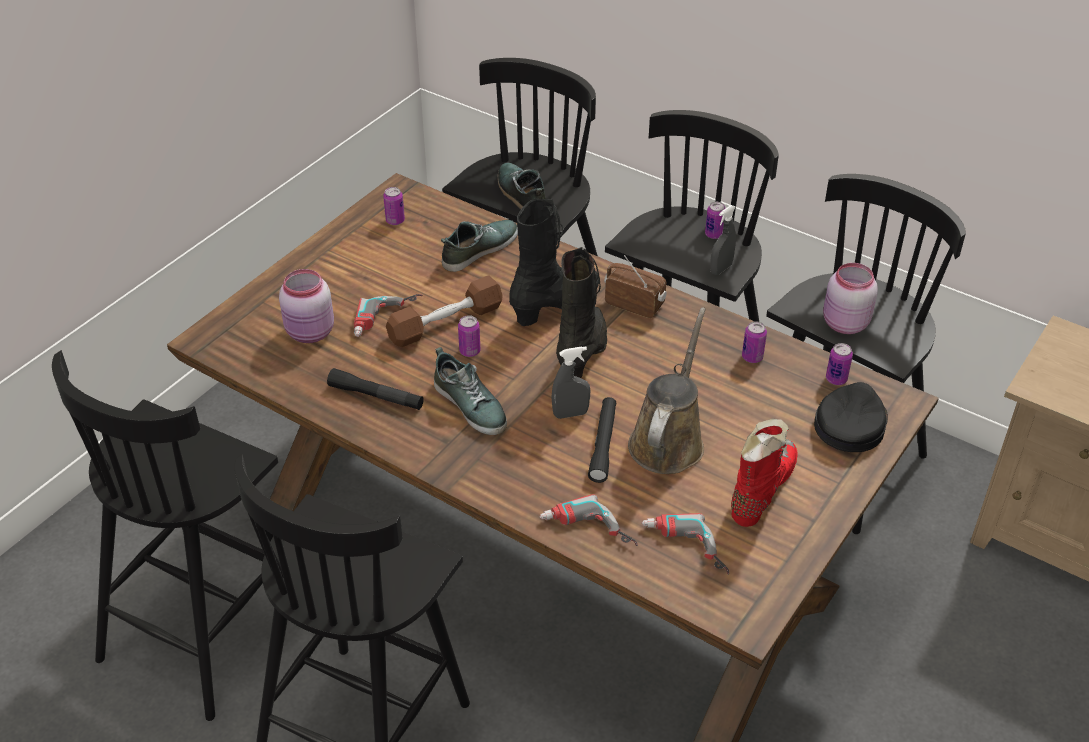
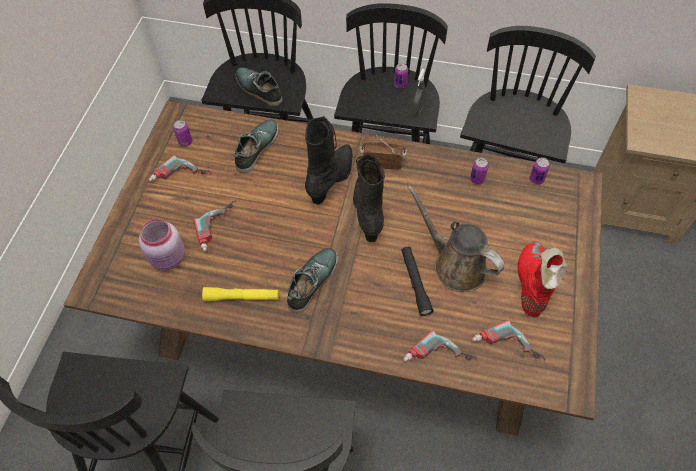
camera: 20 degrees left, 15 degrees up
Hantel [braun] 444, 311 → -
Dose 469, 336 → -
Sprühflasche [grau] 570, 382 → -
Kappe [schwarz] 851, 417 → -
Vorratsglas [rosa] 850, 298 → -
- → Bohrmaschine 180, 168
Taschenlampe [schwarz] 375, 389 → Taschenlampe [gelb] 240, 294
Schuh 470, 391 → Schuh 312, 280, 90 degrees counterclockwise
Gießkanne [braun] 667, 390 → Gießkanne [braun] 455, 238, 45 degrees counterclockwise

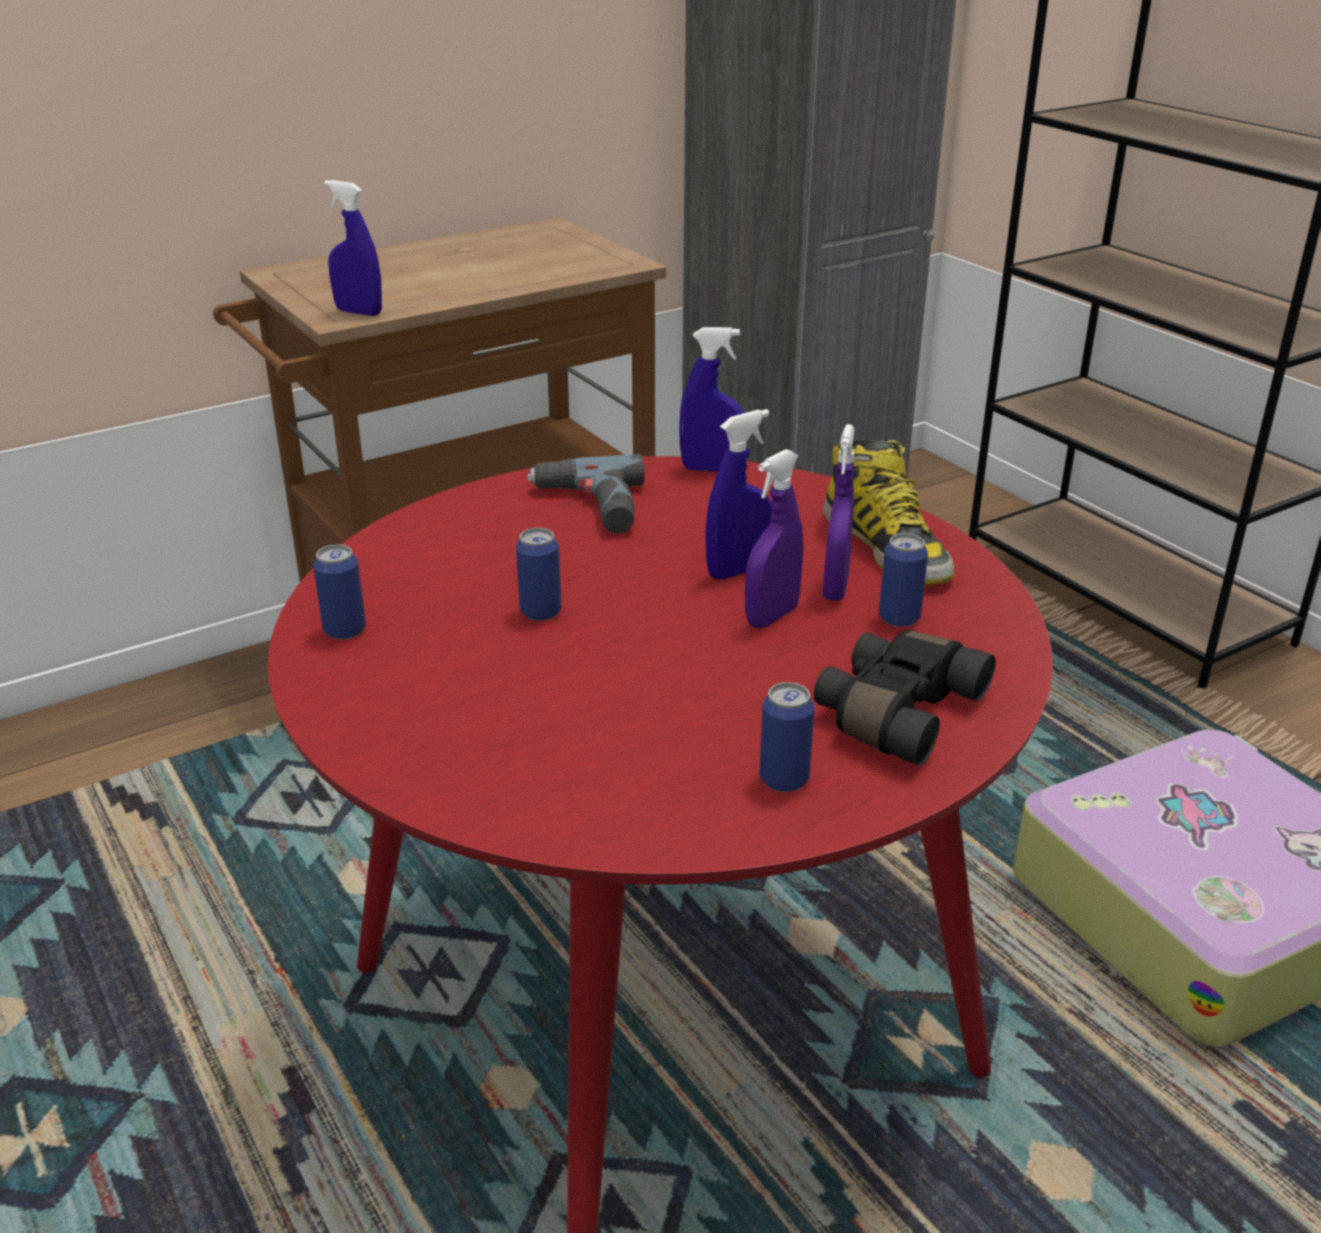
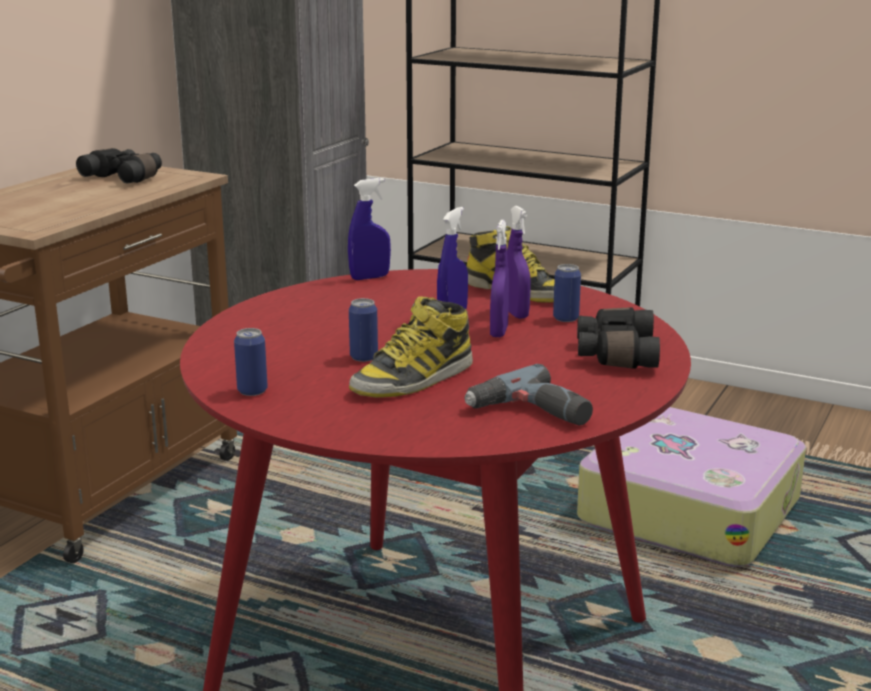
camera: 30 degrees left, 10 degrees down
Sprühflasche [blau] 353, 248 → -
Dose 787, 737 → -
- → Fernglas [schwarz] 119, 166
- → Stiefel 411, 347
Bohrmaschine 585, 493 → Bohrmaschine 528, 395, moved

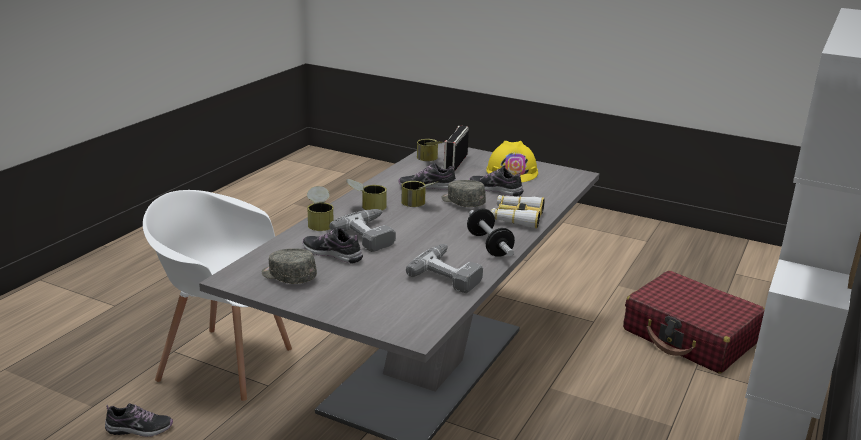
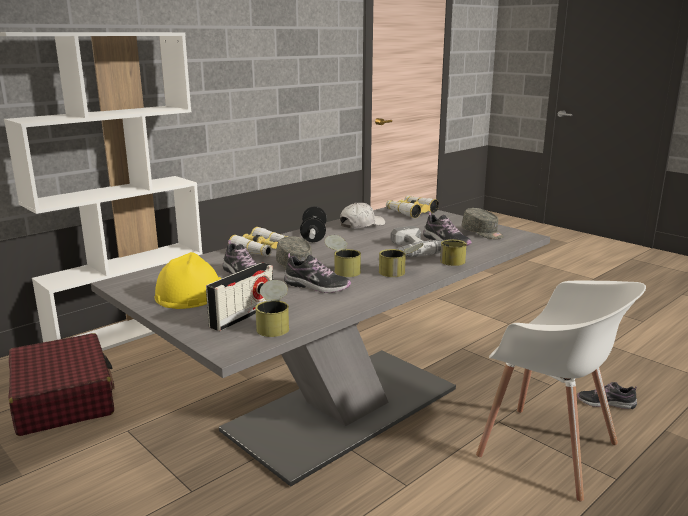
camera: 160 degrees left, 5 degrees down
- → Fernglas 412, 207
Bohrmaschine 444, 268 → Kappe [weiß] 362, 216

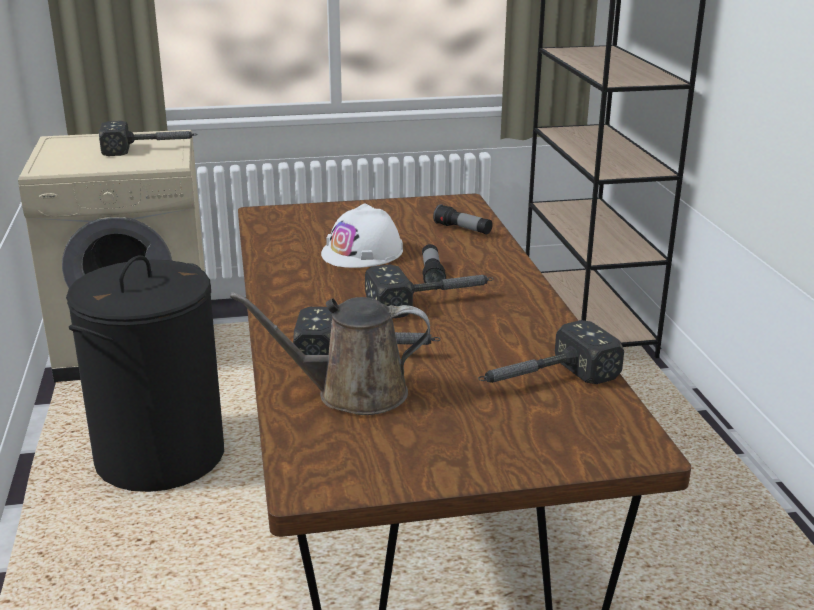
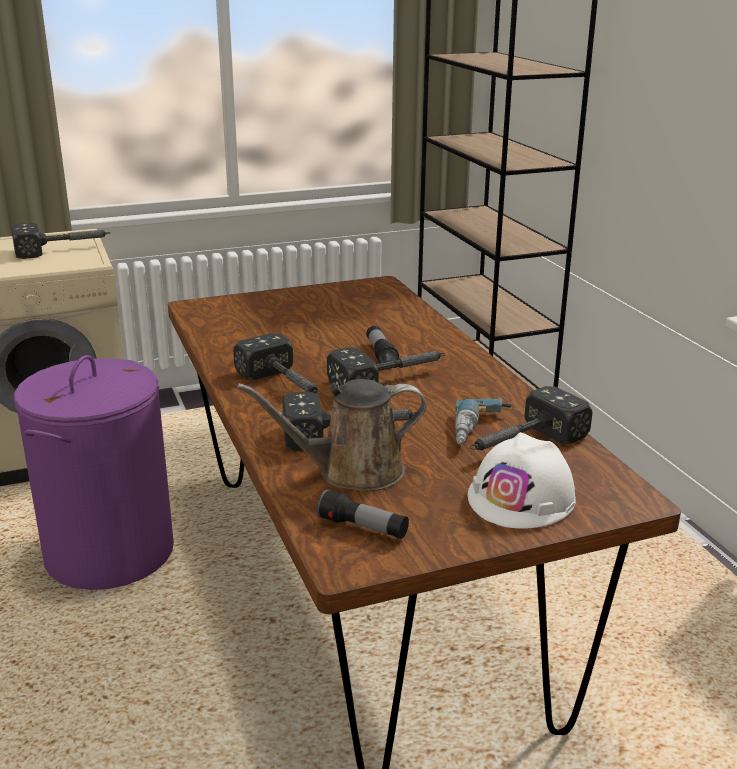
camera: 10 degrees left, 0 degrees up
- → Hammer 276, 363
- → Bohrmaschine 483, 422
Schutzhelm [weiß] 362, 235 → Schutzhelm [weiß] 522, 480, moved
Taschenlampe 463, 219 → Taschenlampe 363, 514, moved
Wäschekorb [schwarz] 145, 373 → Wäschekorb [lila] 94, 472

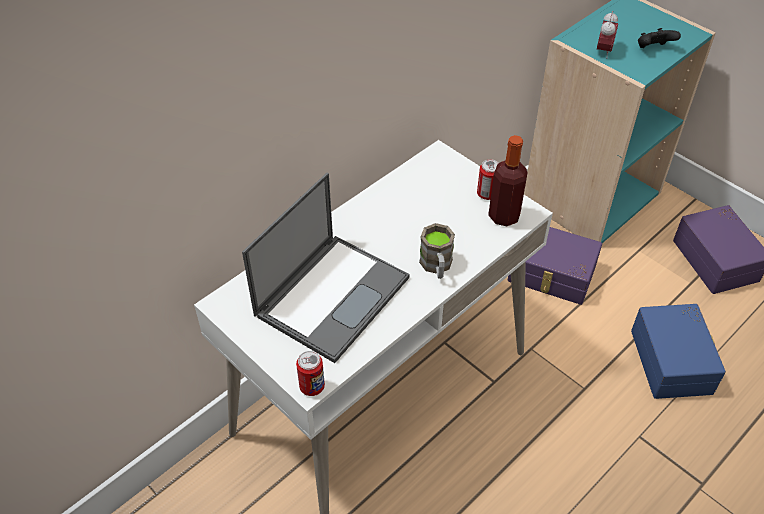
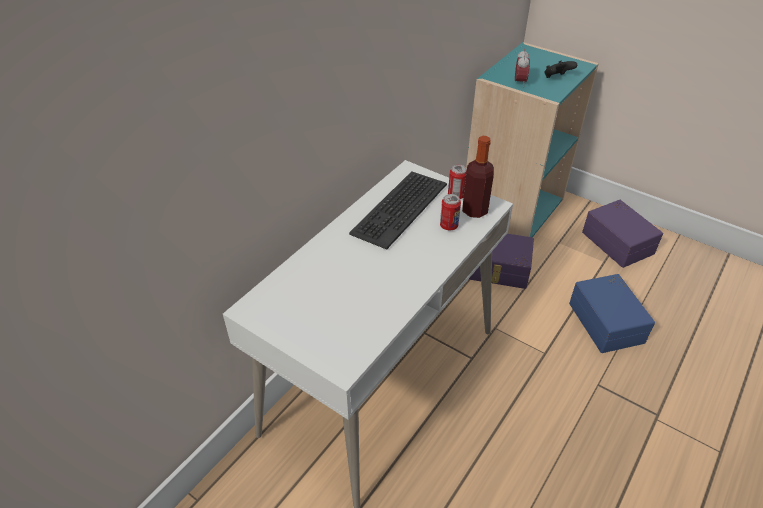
camera: 10 degrees left, 5 degrees down
Laptop 325, 267 → -
Henkelbecher [braun] 437, 251 → -
- → Tastatur 398, 210
Dose 310, 373 → Dose 450, 212, moved

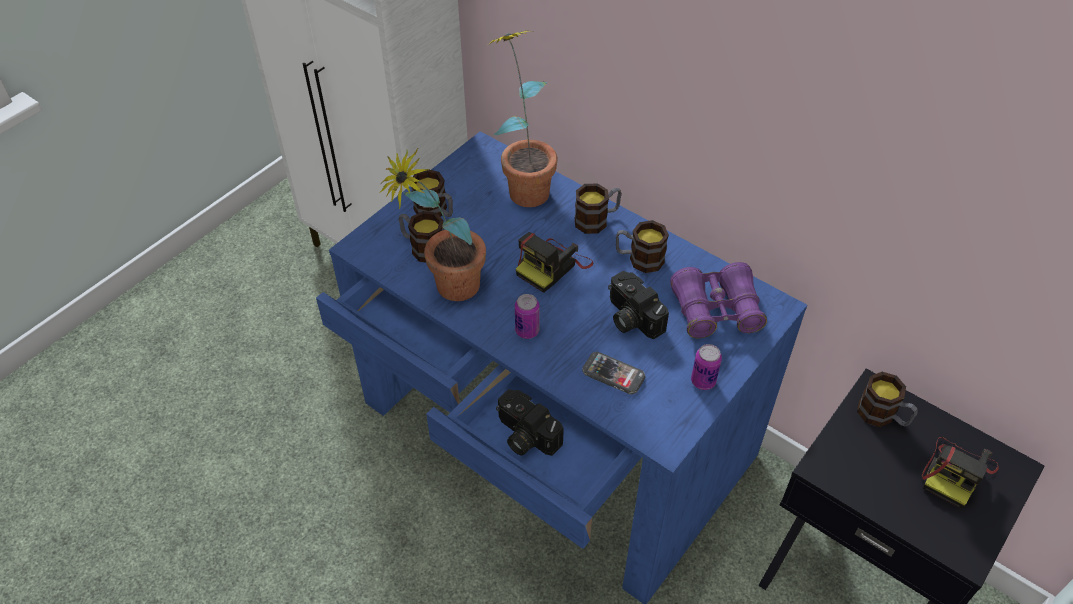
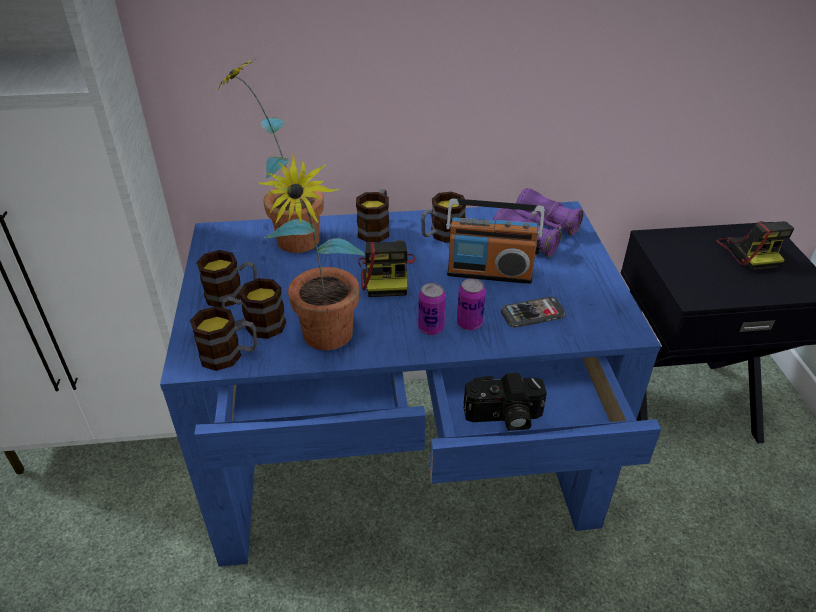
camera: 45 degrees left, 10 degrees down
Dose 706, 367 → Dose 471, 304, moved
Henkelbecher 887, 399 → Henkelbecher 223, 338, moved
Kamera 638, 305 → Radio 495, 241

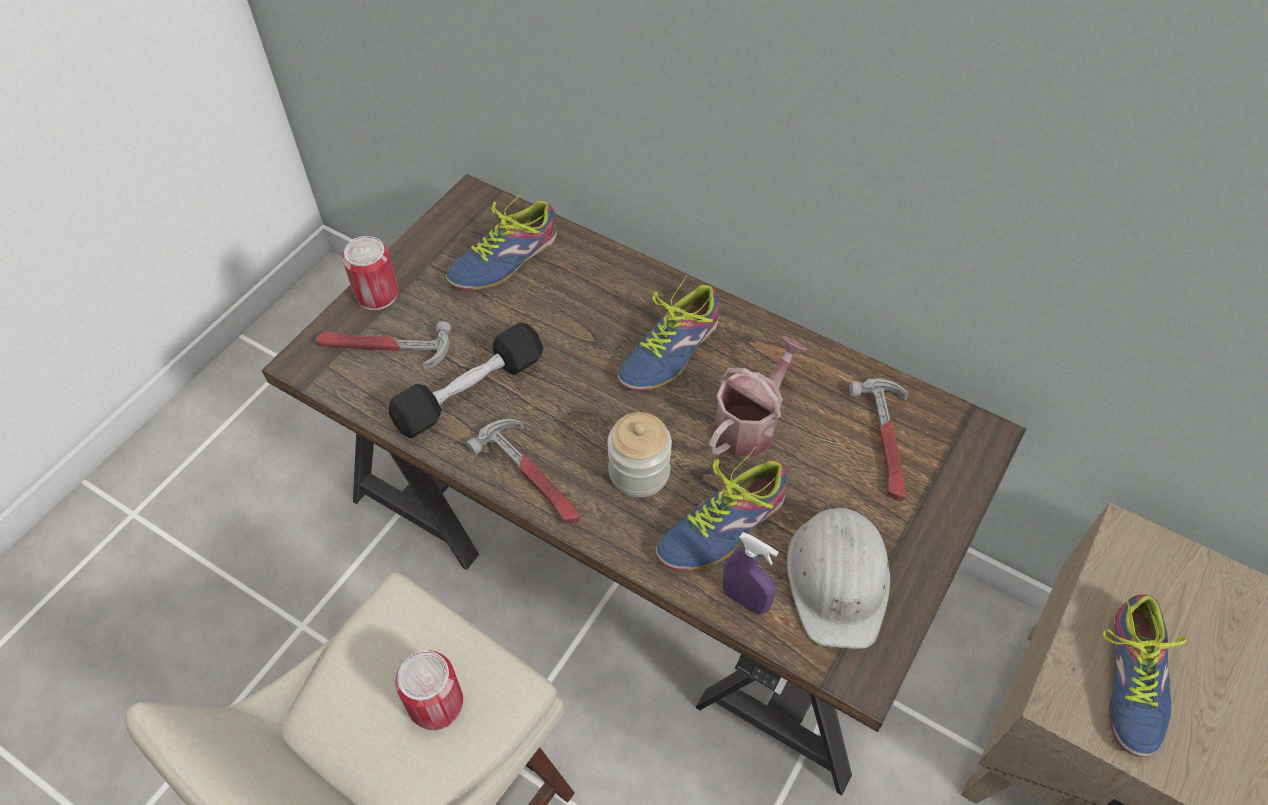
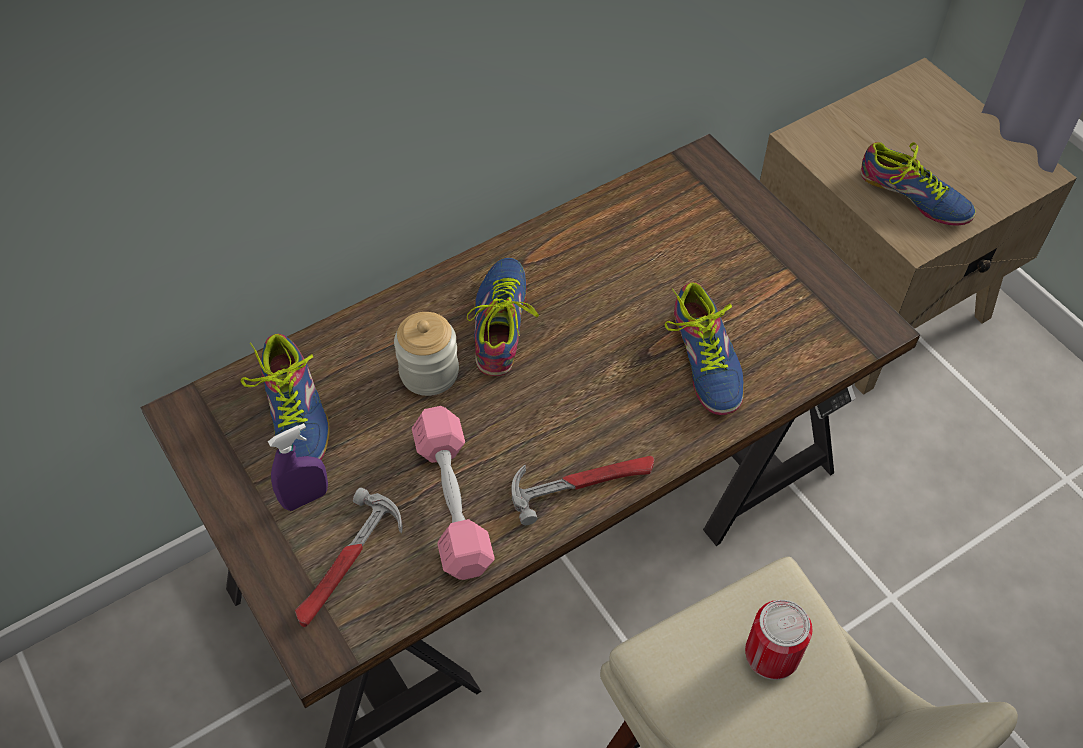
camera: 65 degrees left, 0 degrees up
Dose 370, 273 → -
Gießkanne 758, 396 → -
Schutzhelm [weiß] 838, 574 → -
Hammer 879, 439 → -
Vorratsglas 639, 454 → Vorratsglas 426, 354, moved
Sprühflasche [lila] 751, 573 → Sprühflasche [lila] 298, 467, moved
Hantel [schwarz] 466, 380 → Hantel [rosa] 453, 493
Schuh 668, 333 → Schuh 503, 317, 150 degrees counterclockwise

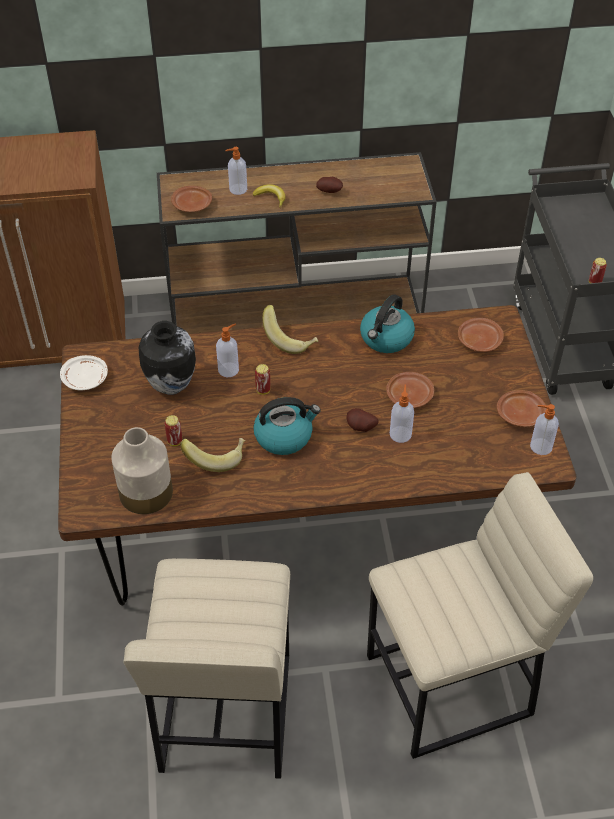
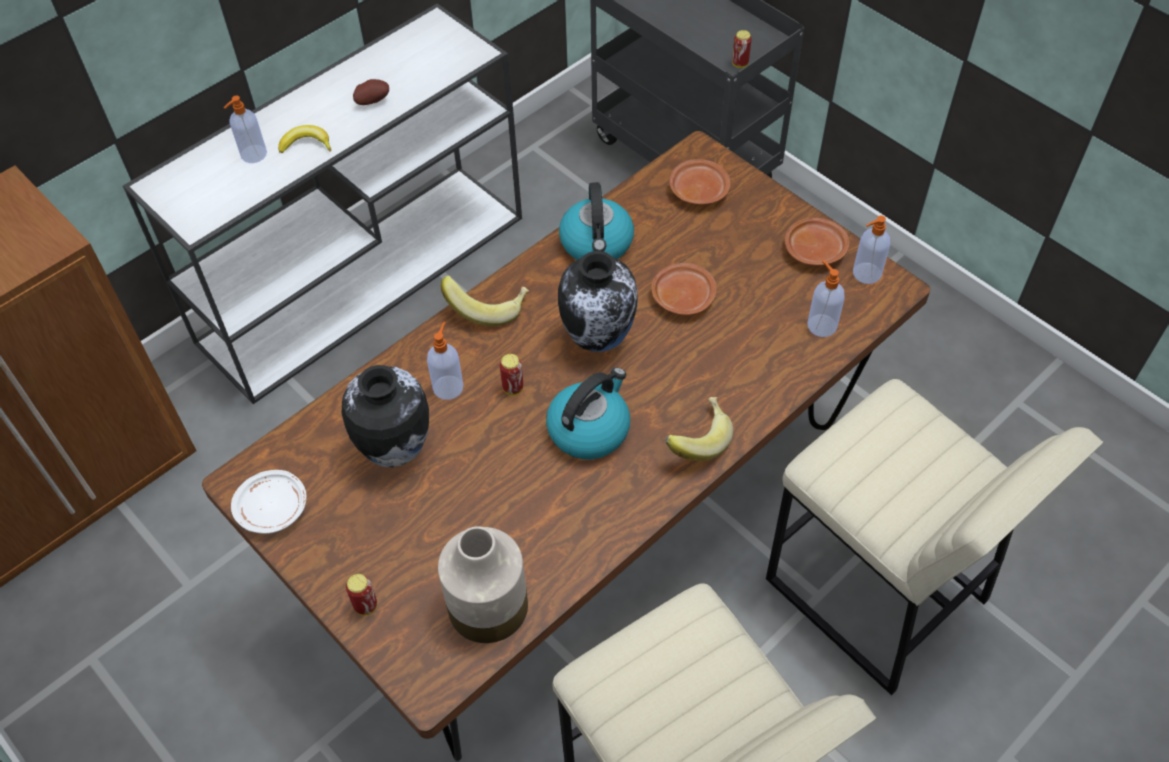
camera: 35 degrees left, 5 degrees up
Teller [braun] 191, 199 → -
Kartoffel 362, 420 → -
- → Vase 598, 301
Dose 173, 430 → Dose 361, 594, moved
Banane 213, 455 → Banane 699, 429, moved
Seifenspender 402, 414 → Seifenspender 826, 298, moved
Konsolentisch [braun] 296, 243 → Konsolentisch [weiß] 322, 203
Stuhl [beige] 480, 615 → Stuhl [beige] 934, 537, 105 degrees clockwise

